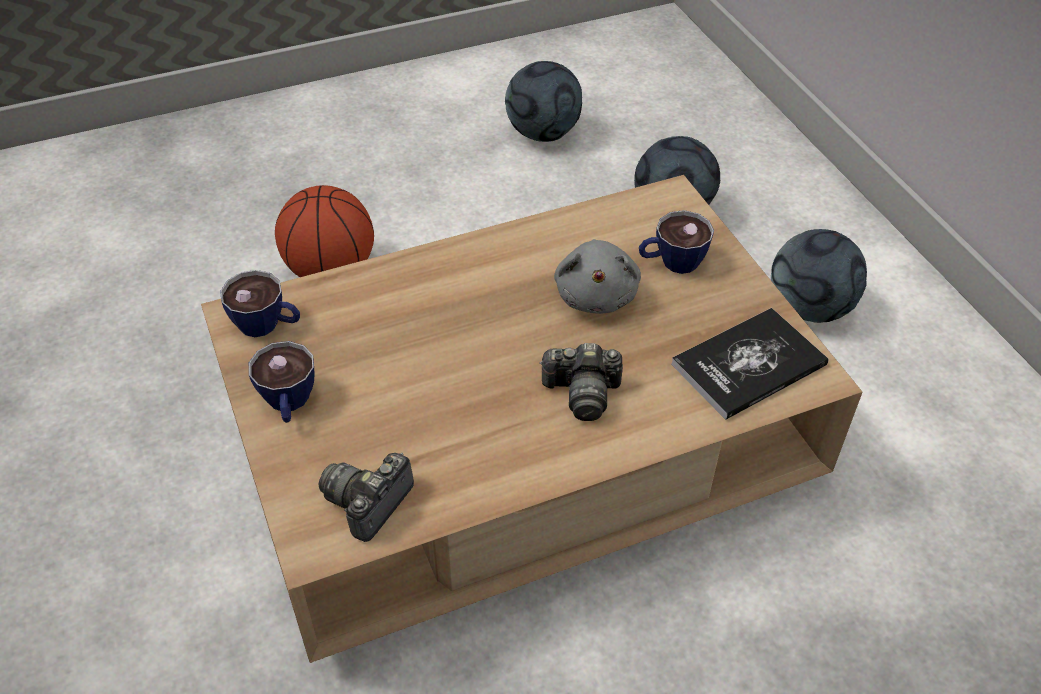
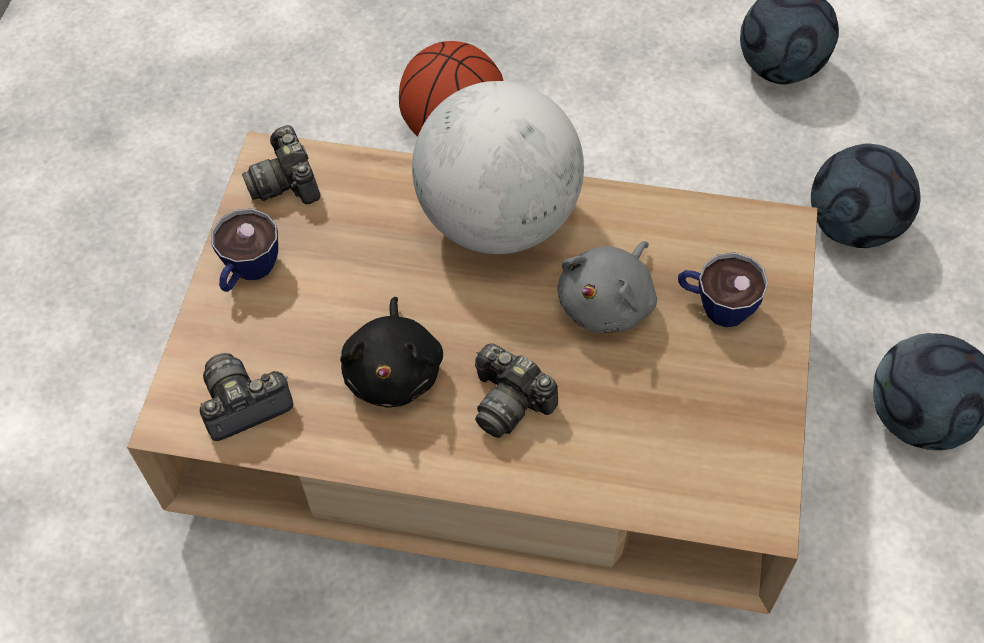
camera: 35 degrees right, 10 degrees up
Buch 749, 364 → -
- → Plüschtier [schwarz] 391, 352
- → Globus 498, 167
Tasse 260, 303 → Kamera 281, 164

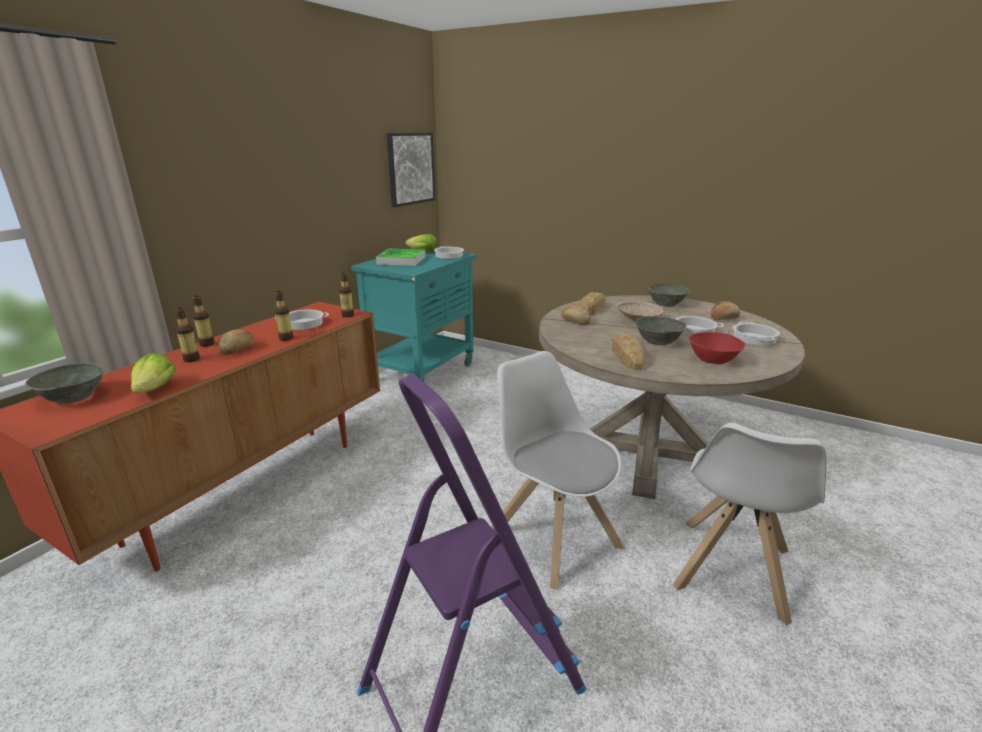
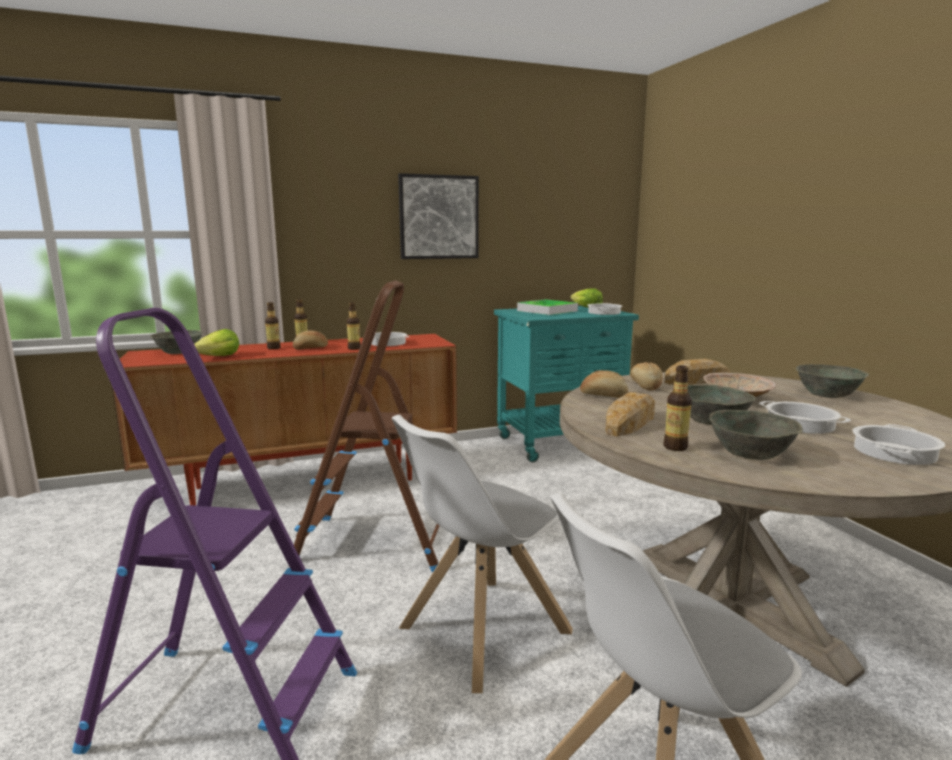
camera: 40 degrees right, 10 degrees down
- → Trittleiter [braun] 366, 426
Flasche 346, 295 → Flasche 677, 408, moved
Bild 410, 170 → Bild 438, 216, moved
Brot 725, 310 → Brot 604, 384, moved
Schüssel [rot] 717, 348 → Schüssel [grau] 756, 435
Stuhl 557, 470 → Stuhl 482, 554, 135 degrees counterclockwise

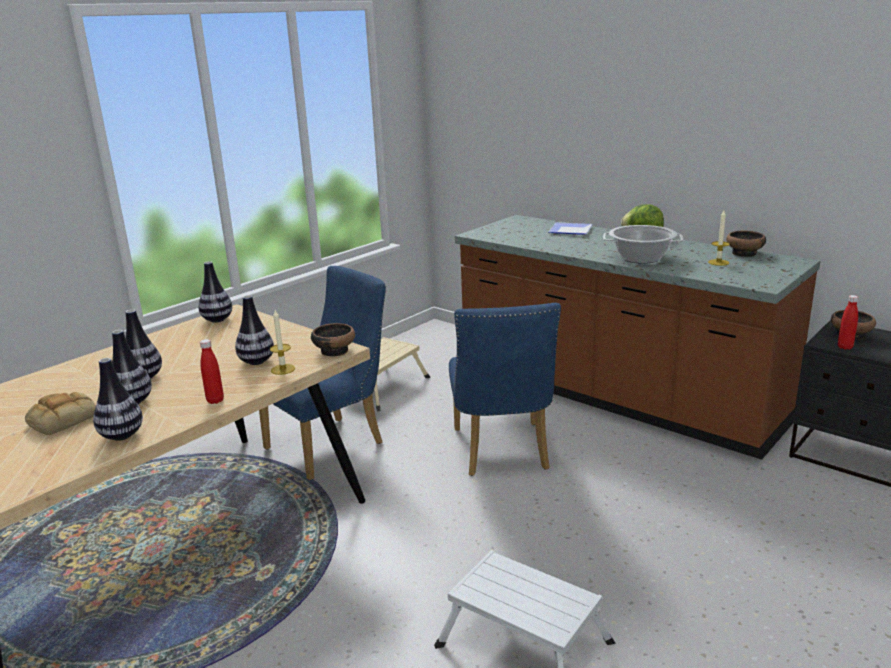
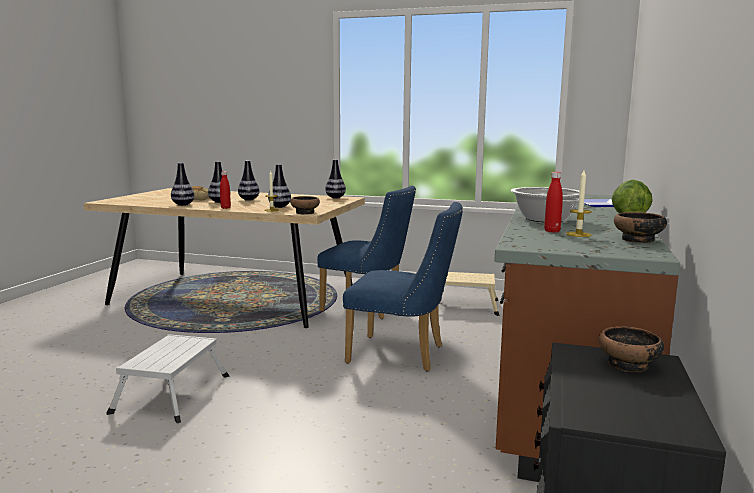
camera: 65 degrees right, 10 degrees down
Flasche [rot] 848, 322 → Flasche [rot] 553, 202, moved
Stuhl [blau] 505, 389 → Stuhl [blau] 403, 287, 135 degrees counterclockwise

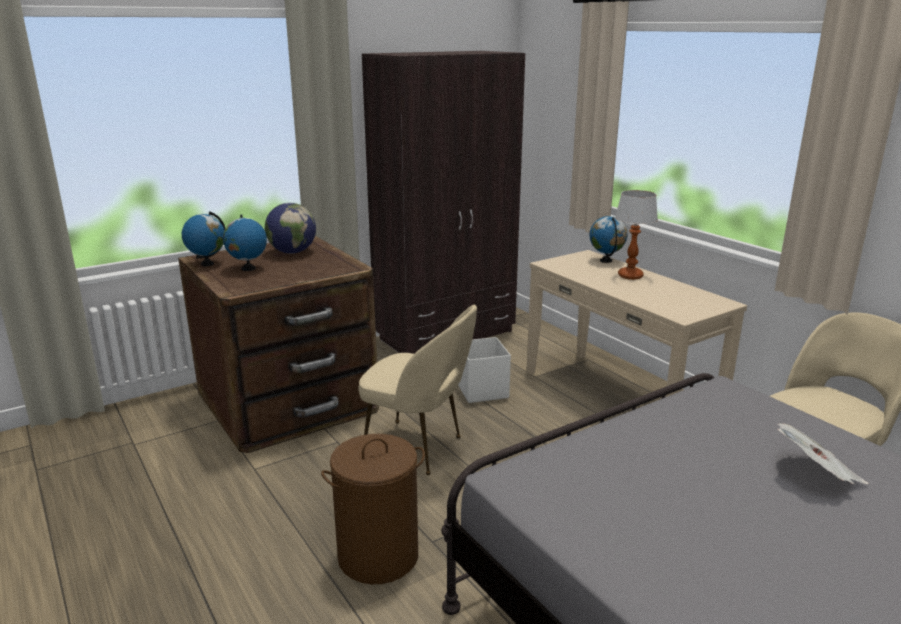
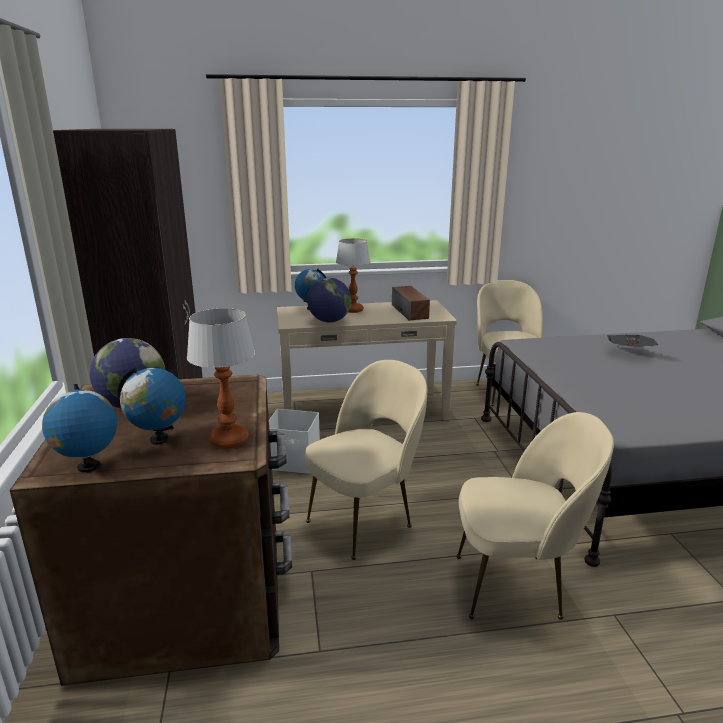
camera: 65 degrees left, 0 degrees up
- → Tischlampe 221, 378
- → Globus 329, 300
- → Lautsprecher 411, 303
Wäschekorb [braun] 373, 509 → Stuhl [beige] 535, 516

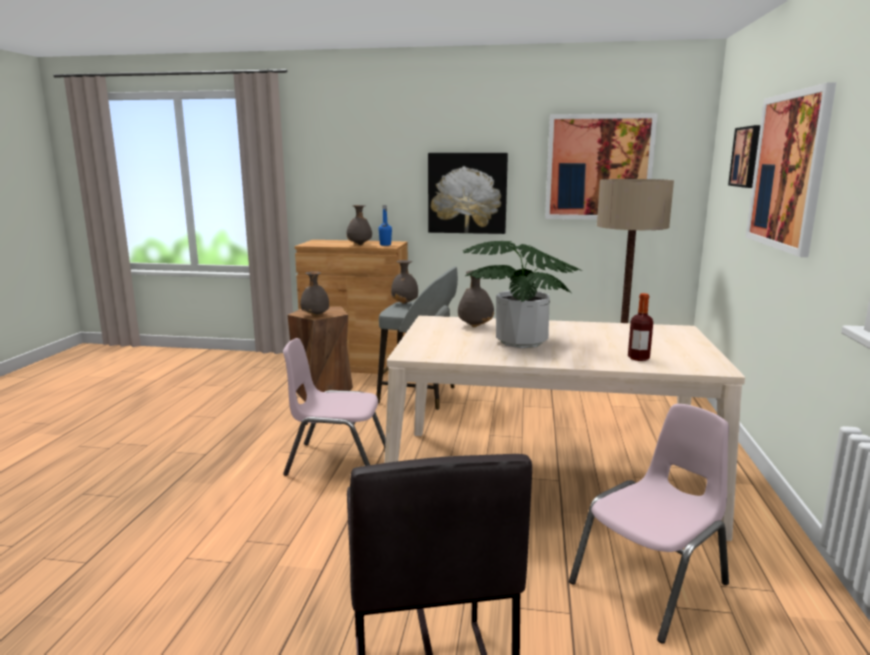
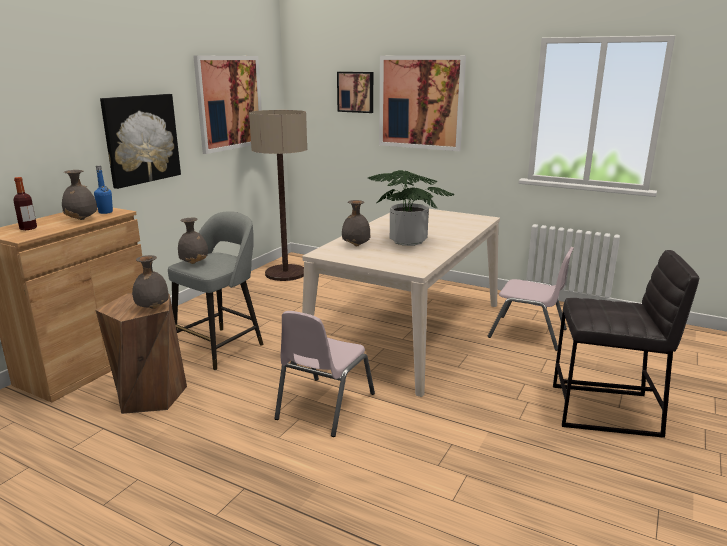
camera: 70 degrees left, 5 degrees up
Flasche 640, 327 → Flasche 25, 203, moved
Stuhl [rosa] 649, 524 → Stuhl [rosa] 531, 299, 135 degrees clockwise

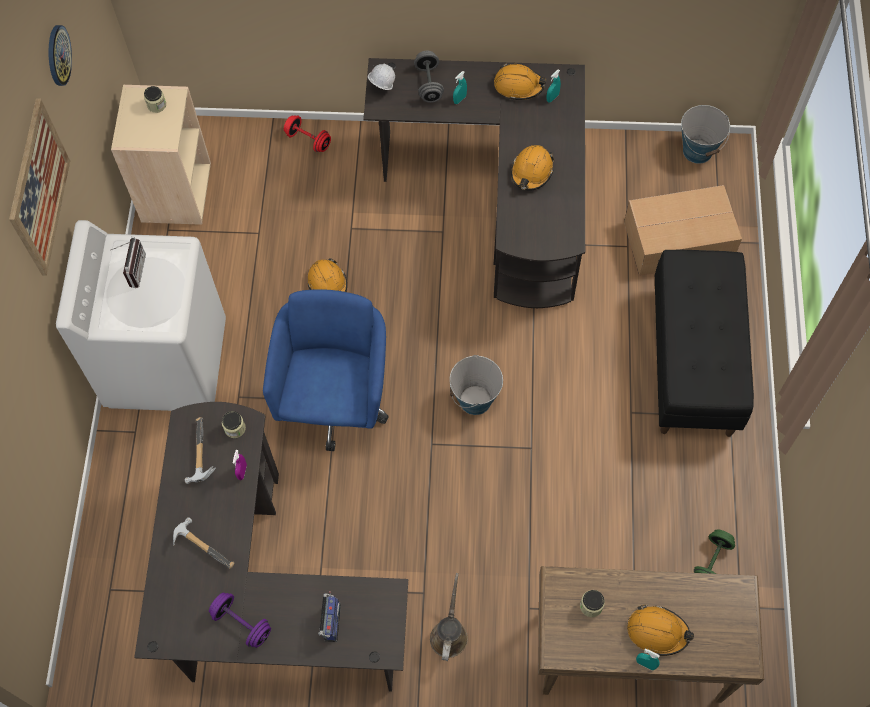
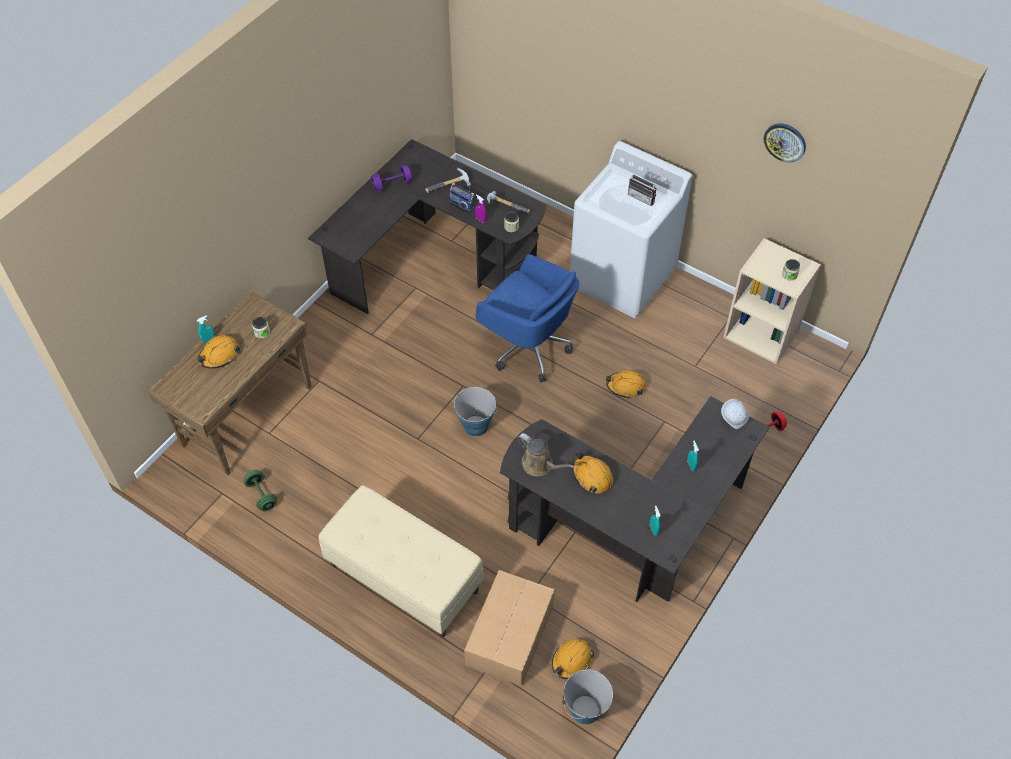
camera: 120 degrees right, 10 degrees down
Bild 39, 187 → -
Hantel [grau] 429, 77 → -
Radio 329, 616 → Radio 461, 198, moved
Gießkanne [braun] 449, 617 → Gießkanne [braun] 546, 454, moved
Schutzhelm [orange] 520, 81 → Schutzhelm [orange] 573, 658, moved
Bank [schwarz] 704, 343 → Bank [beige] 401, 561

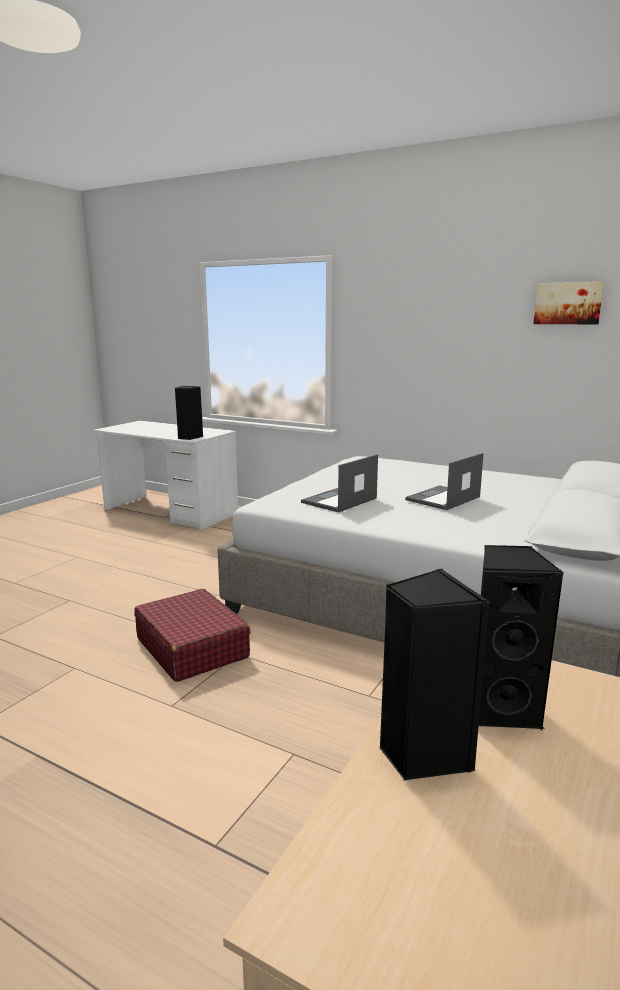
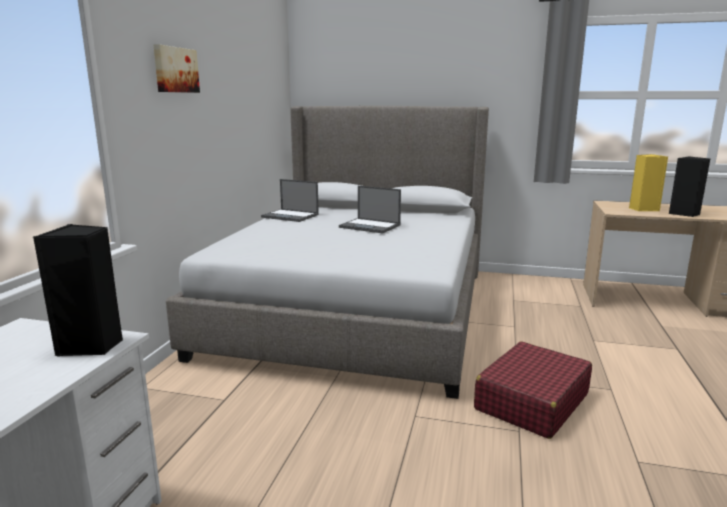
camera: 105 degrees left, 0 degrees up
Laptop 339, 483 → Laptop 290, 200, moved
Bild 568, 303 → Bild 176, 68, moved
Lautsprecher [schwarz] 521, 637 → Lautsprecher [gelb] 648, 182

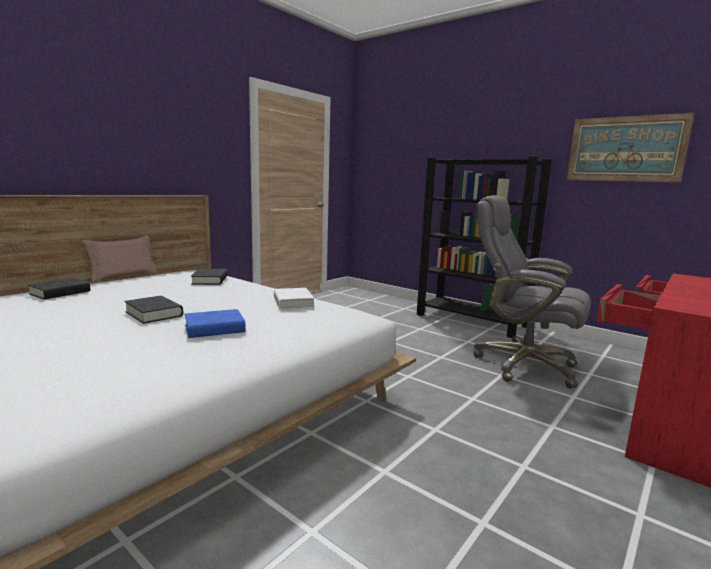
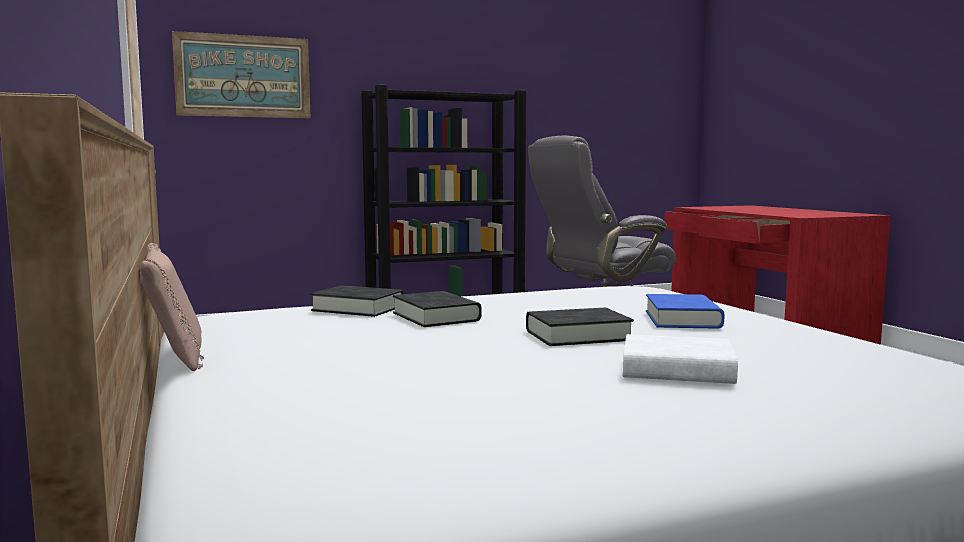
camera: 60 degrees left, 5 degrees down
Buch [schwarz] 58, 288 → Buch [schwarz] 437, 309, moved
Buch [weiß] 294, 299 → Buch [weiß] 680, 359, moved
Bild 630, 147 → Bild 241, 74, moved

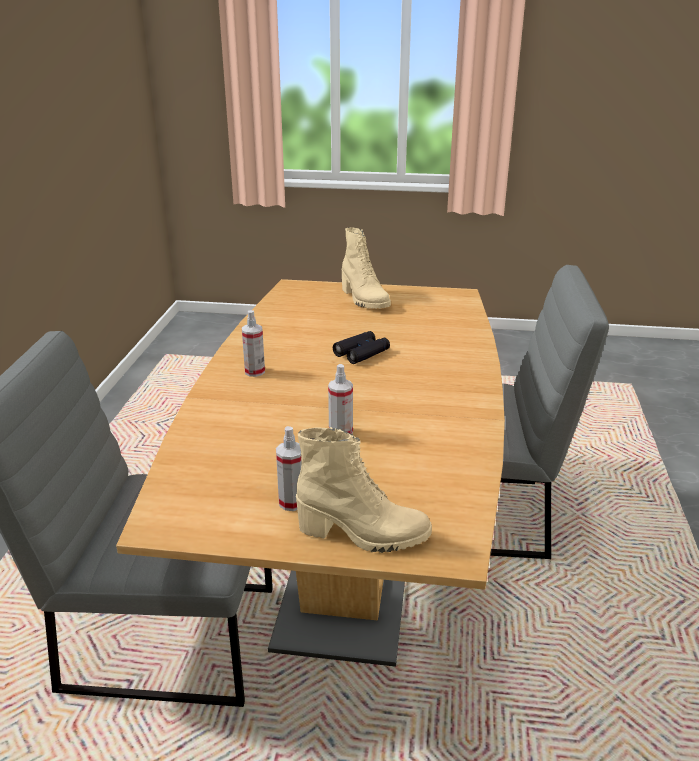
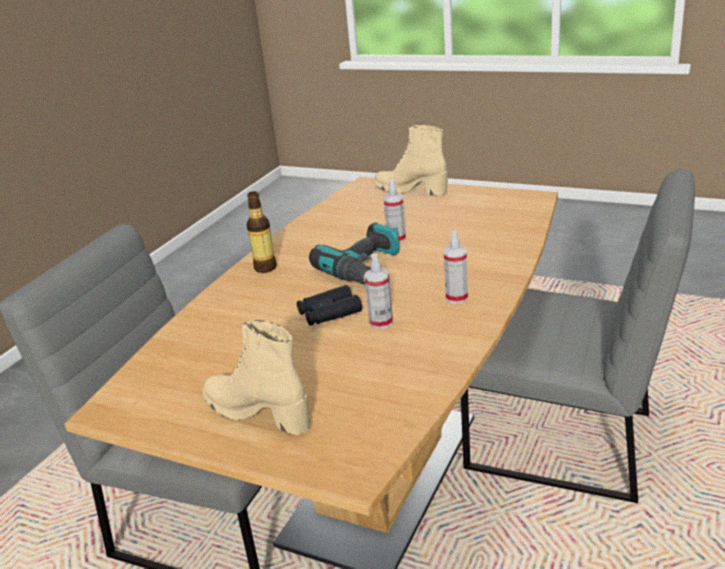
camera: 160 degrees left, 0 degrees up
- → Flasche 262, 232
- → Bohrmaschine 354, 253
Sprühflasche 288, 468 → Sprühflasche 379, 291, moved
Stiefel [beige] 366, 268 → Stiefel [beige] 257, 377, 45 degrees counterclockwise

